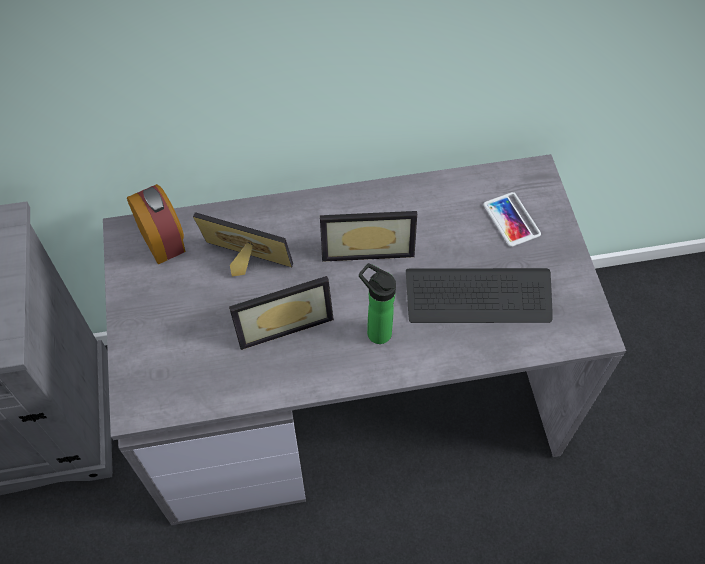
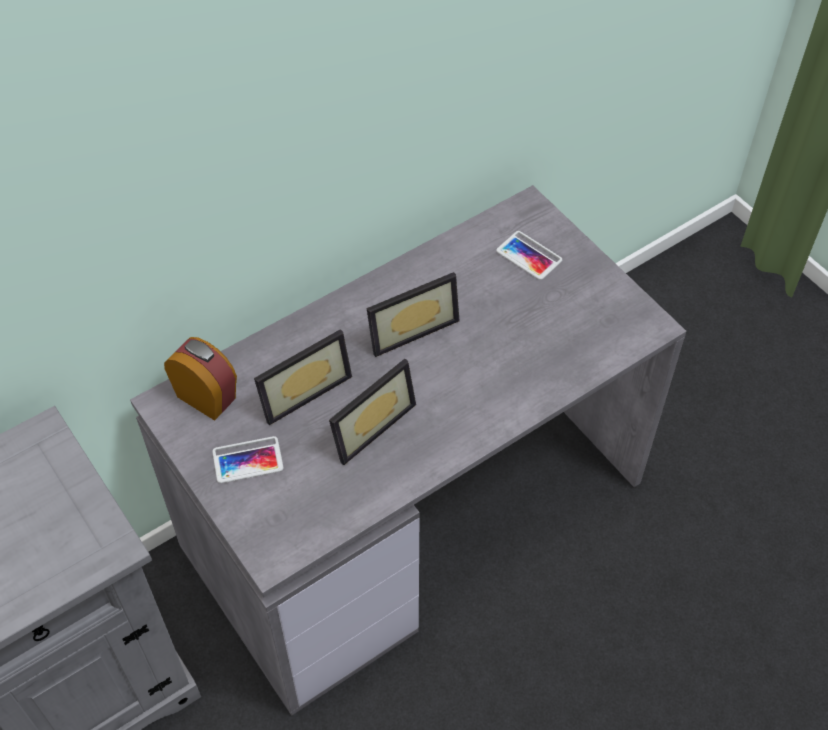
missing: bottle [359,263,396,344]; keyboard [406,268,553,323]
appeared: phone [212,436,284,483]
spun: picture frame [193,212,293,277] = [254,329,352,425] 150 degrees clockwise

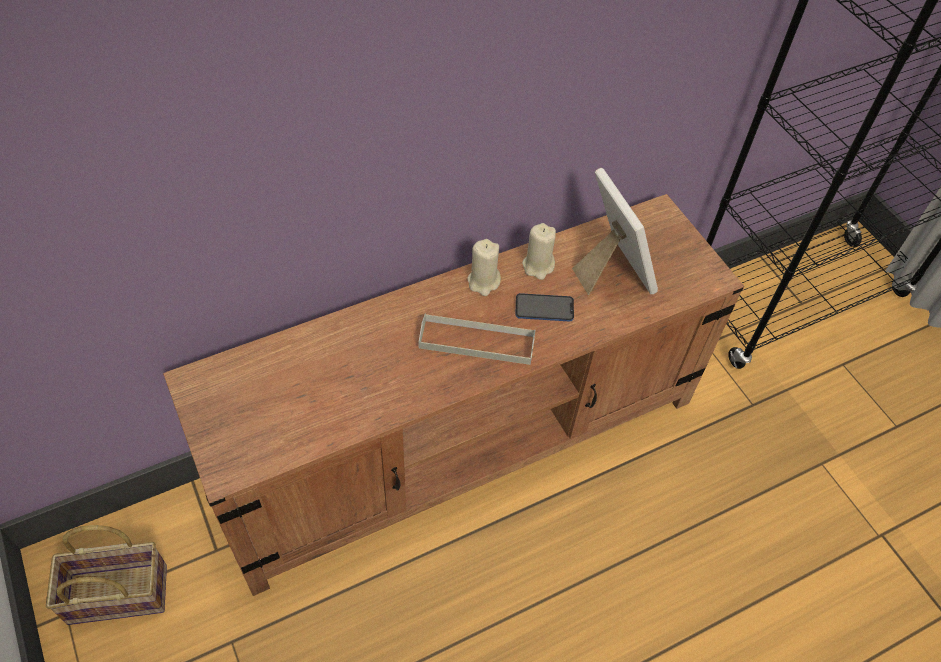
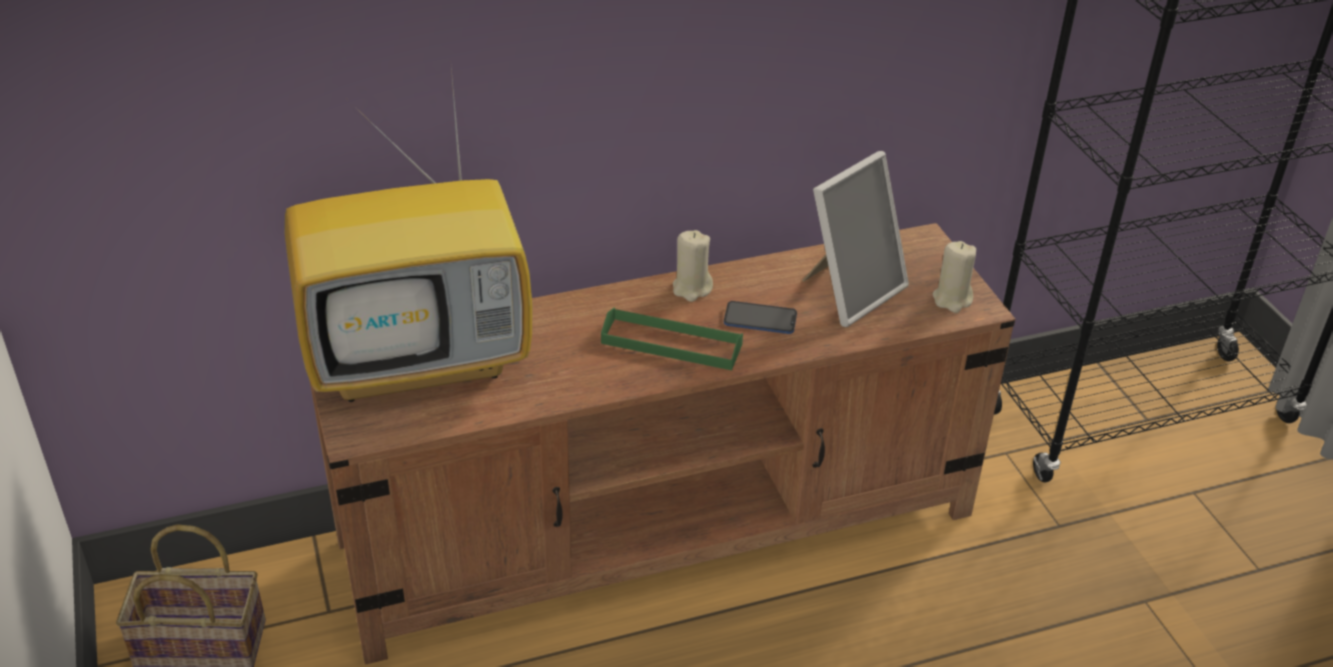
appeared: television [284,68,532,402]
relocated: candle in beige [522,223,556,280] to [933,241,976,313]
colour: tray in grey [419,313,535,365] to tray in green [601,308,743,370]
spun: picture frame [572,168,658,295] = [802,151,909,327] 60 degrees clockwise

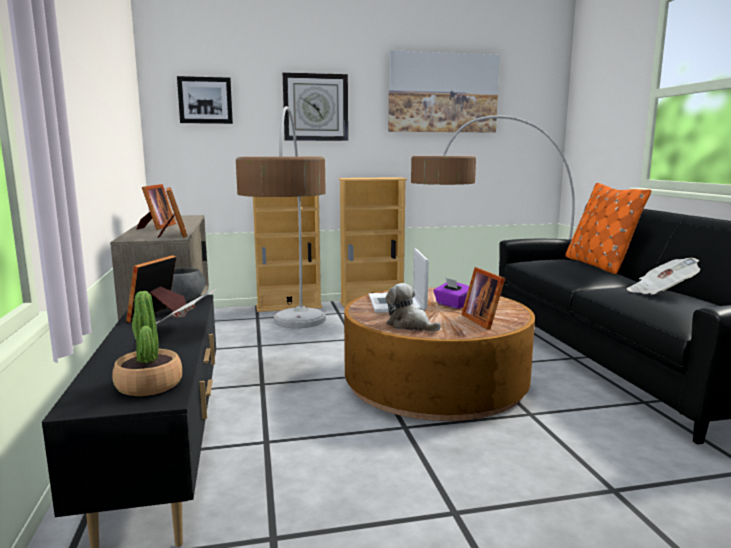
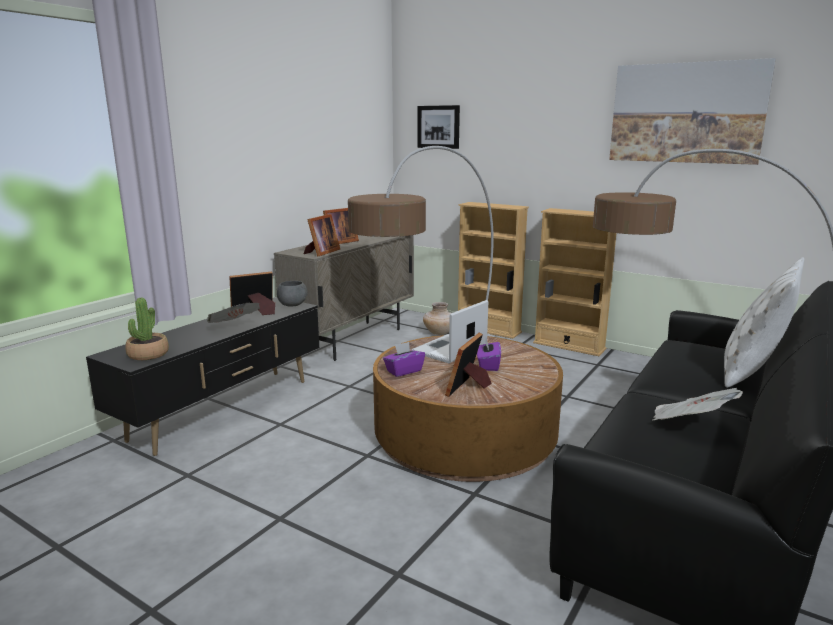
missing: wall clock [283,72,348,141]
appeared: vase in beige [423,302,451,335]
exchanged: plush toy [385,283,441,332] to tissue box in purple [383,342,425,377]
colour: pillow in orange [565,183,651,274] to pillow in white [724,257,804,388]

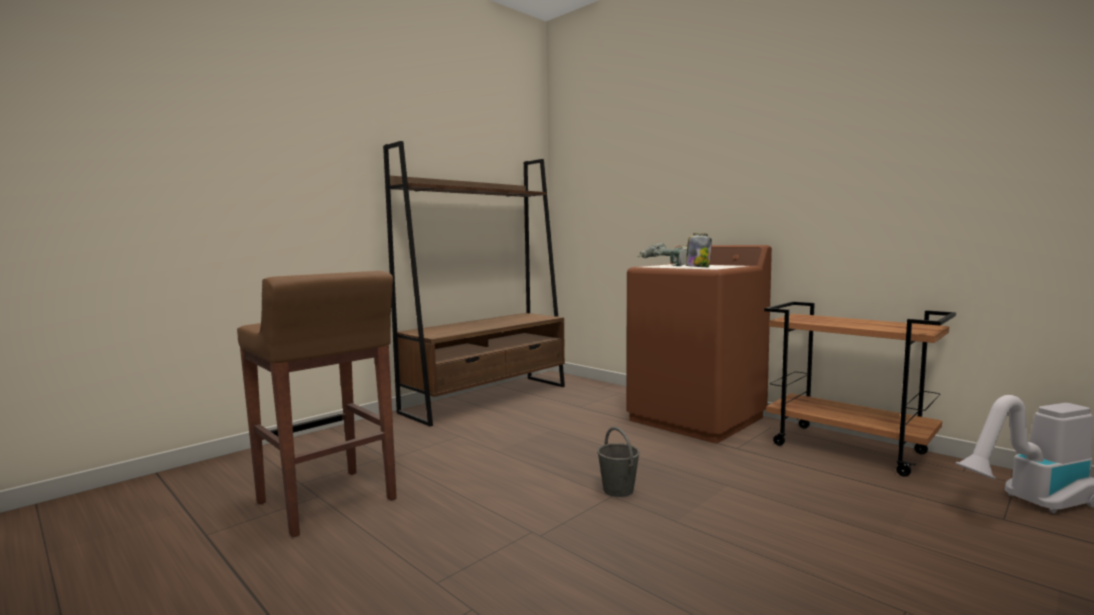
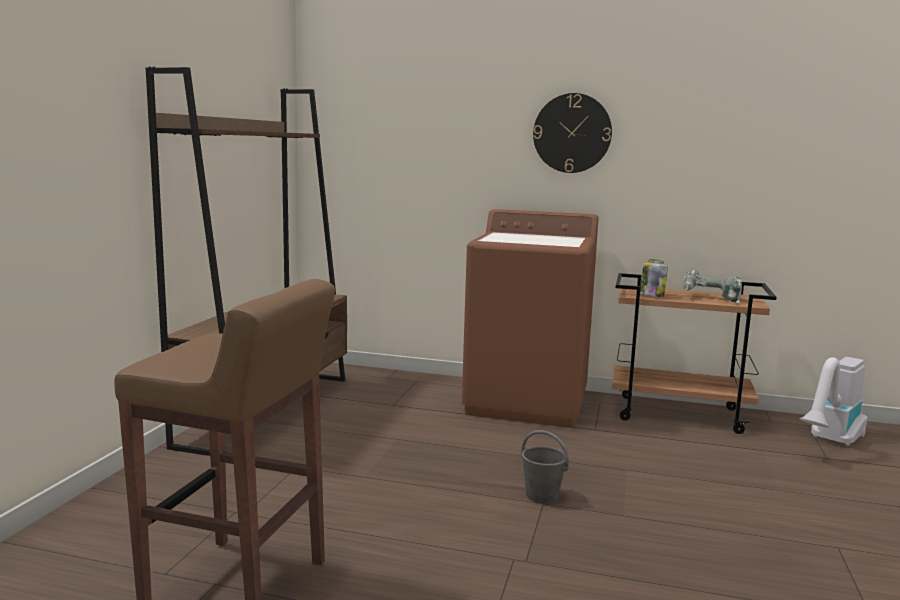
appeared: wall clock [533,93,612,173]
relocated: power drill [637,243,687,266] to [683,269,742,304]; jar [686,233,712,267] to [640,259,668,297]

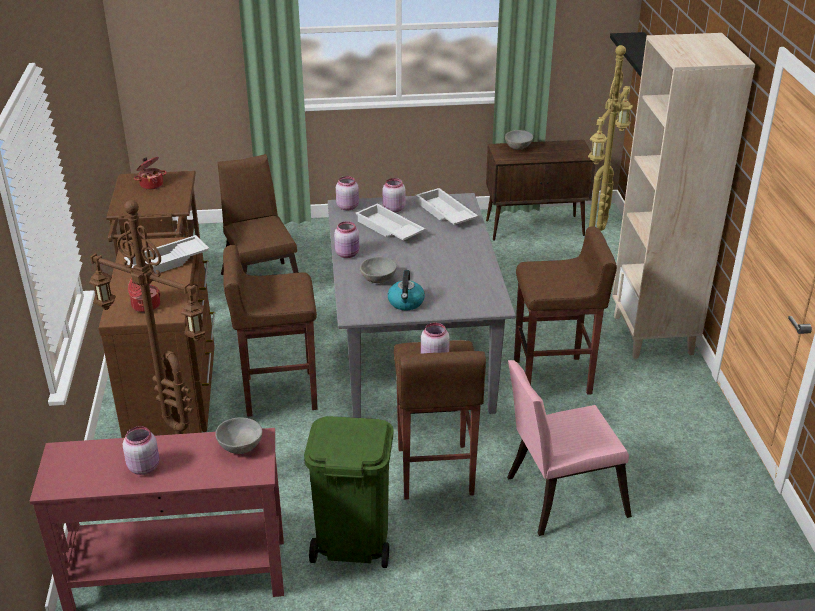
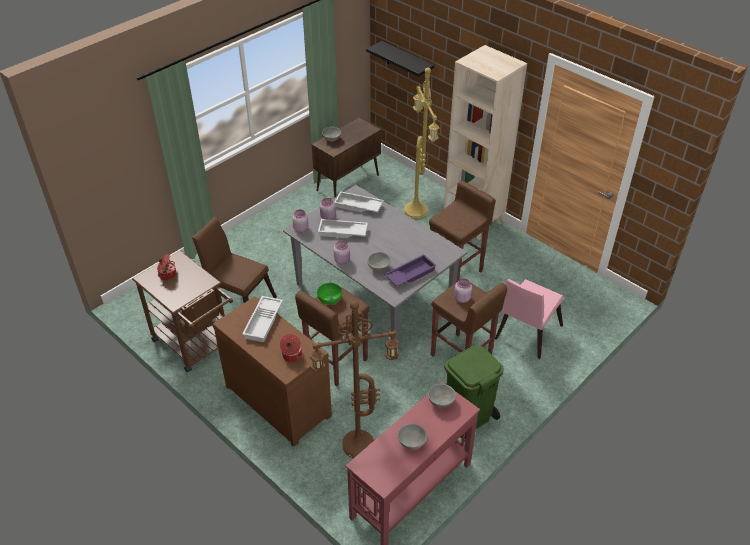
appeared: bowl in green [317,283,342,305]
exchanged: jar in pink [123,426,159,475] to bowl in grey [398,424,427,450]; kettle [388,270,425,310] to tray in purple [384,254,437,286]

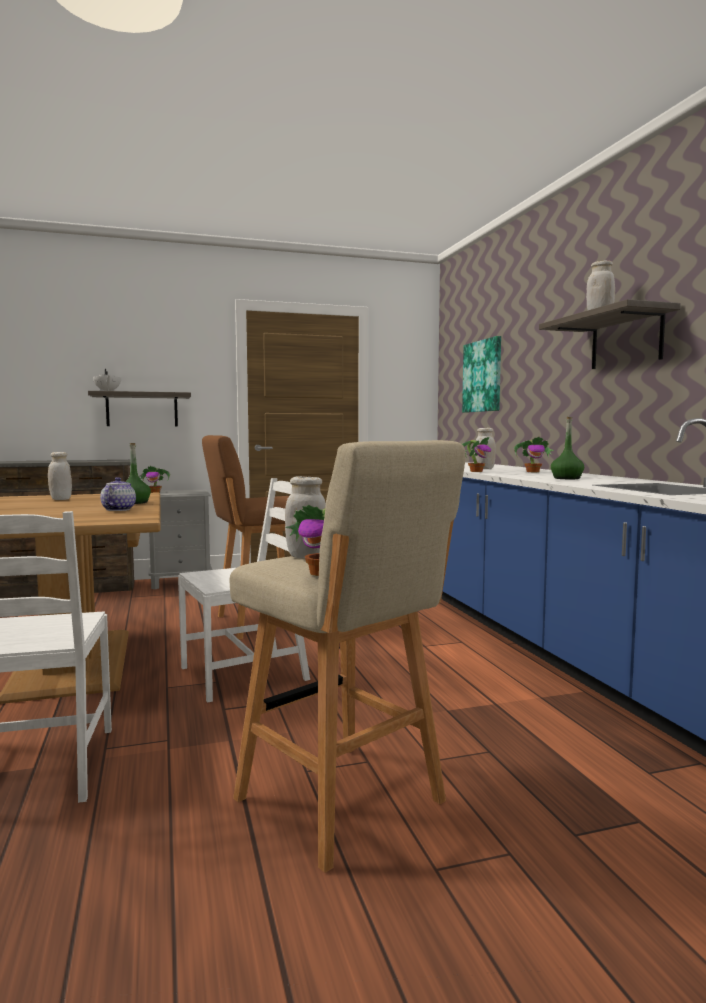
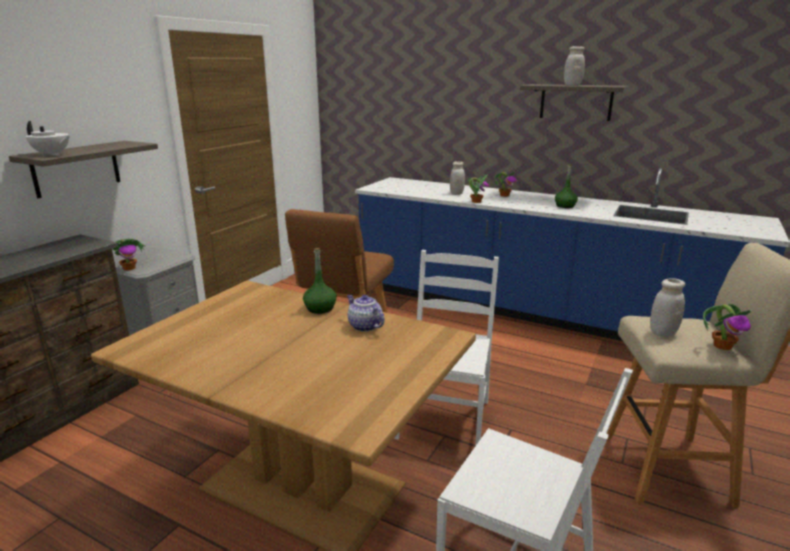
missing: jar in white [48,452,72,500]; picture [462,336,501,413]

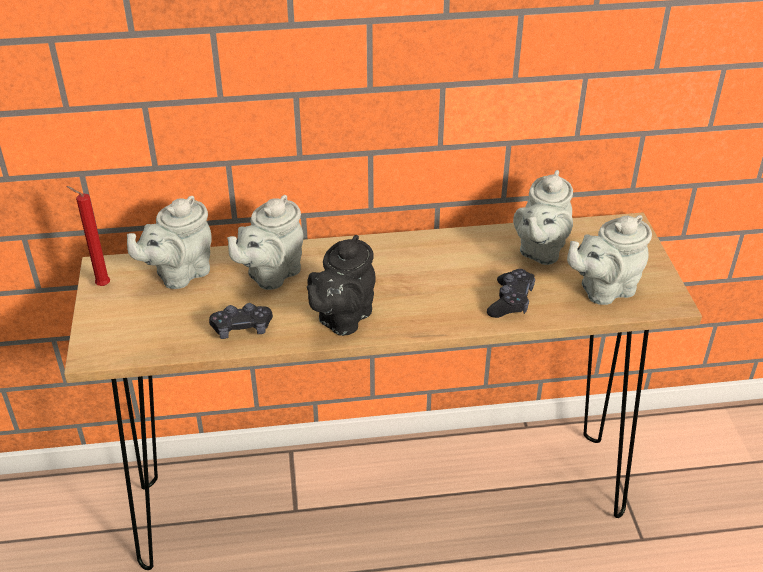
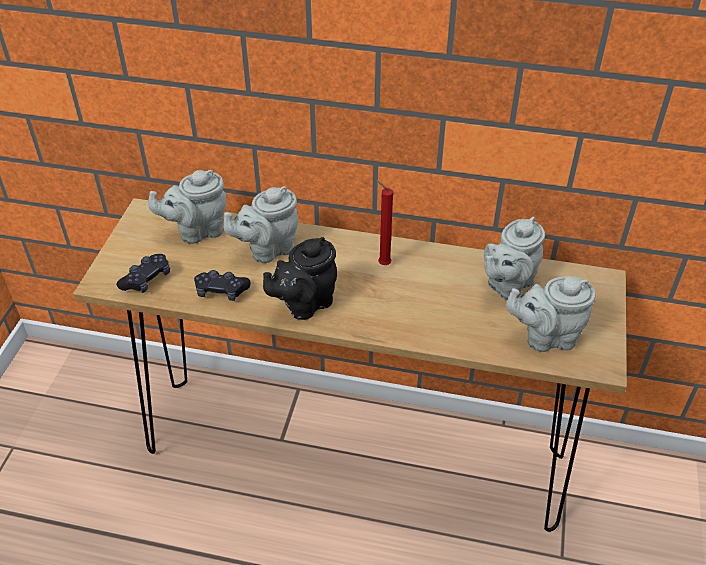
relocated: candle in red [66,186,110,286] to [376,180,393,265]; game controller in black [487,269,535,318] to [117,254,170,293]

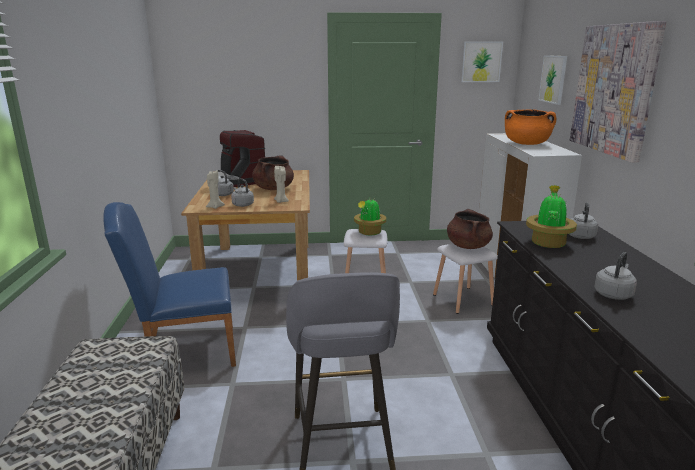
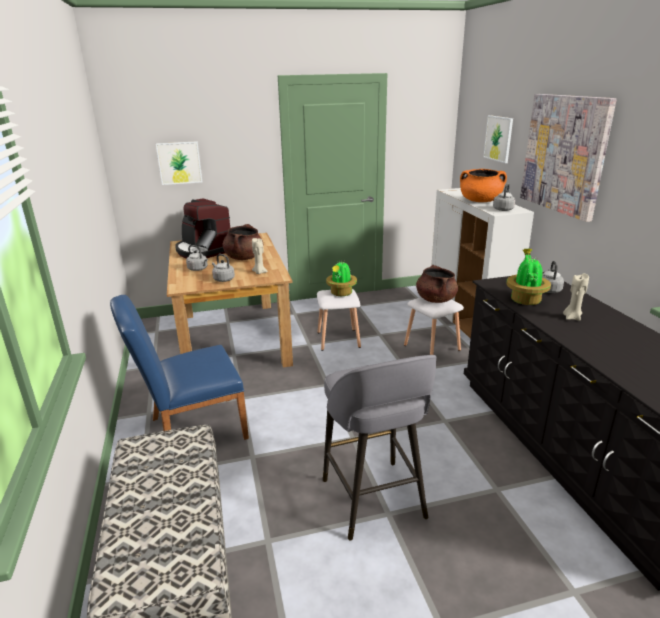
relocated: candle in beige [206,170,225,209] to [563,273,589,321]; picture [461,42,503,82] to [156,141,202,185]; kettle in grey [594,252,637,300] to [493,184,515,211]

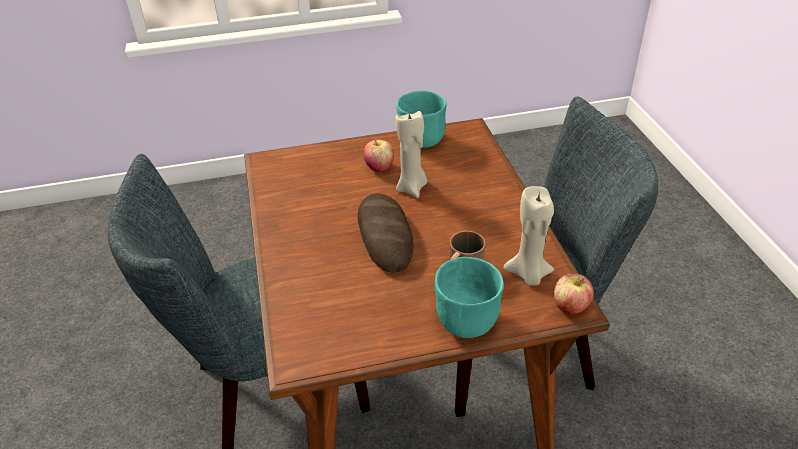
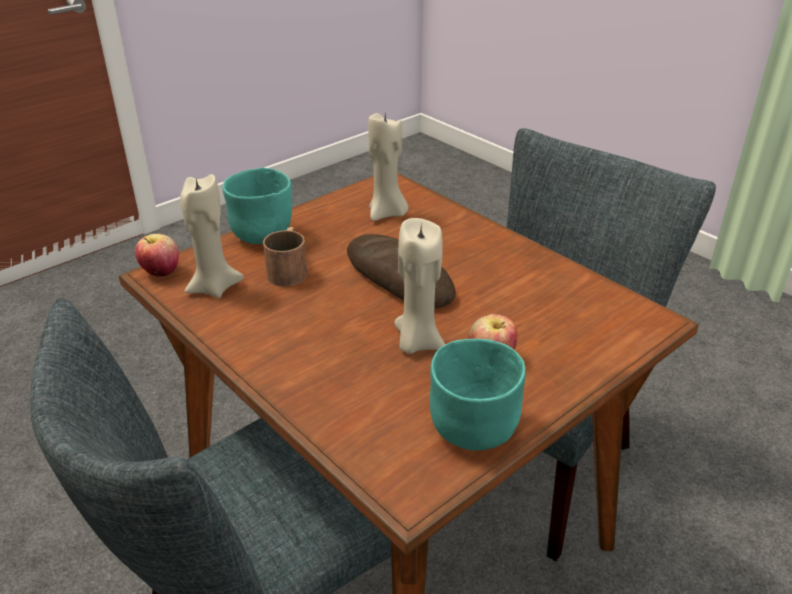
appeared: candle in beige [368,113,408,221]

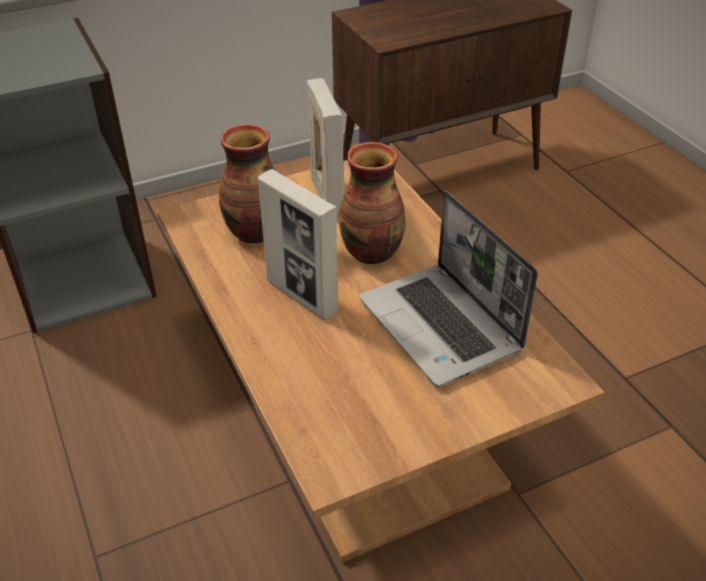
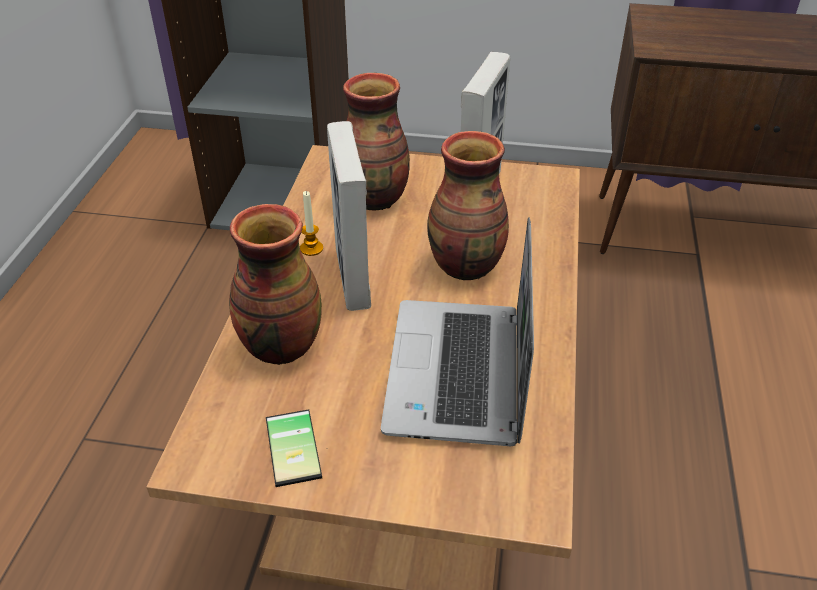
appeared: vase [229,204,322,365]; phone [266,409,322,487]; candle [300,191,323,256]

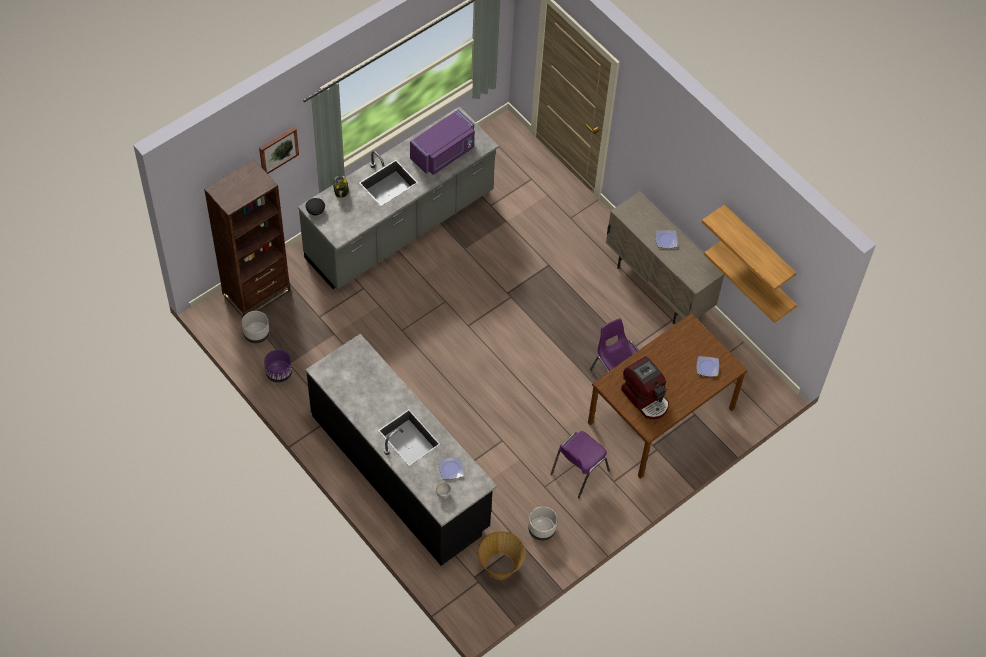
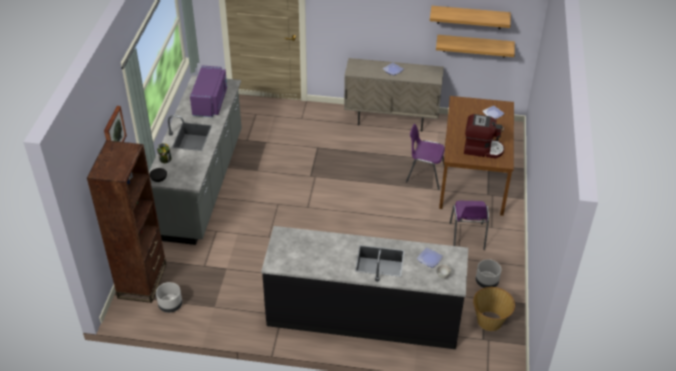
missing: planter in purple [264,350,292,383]

